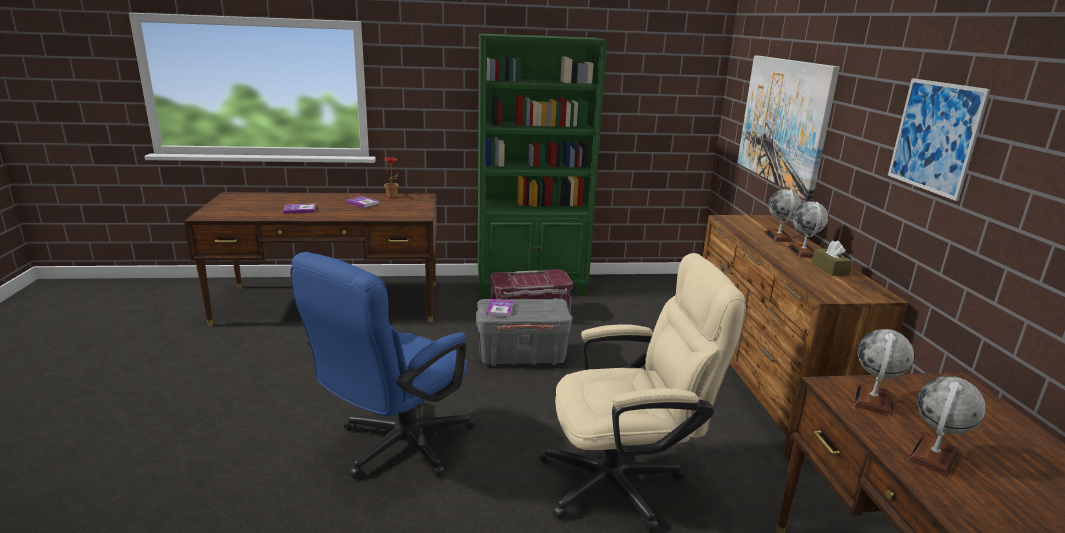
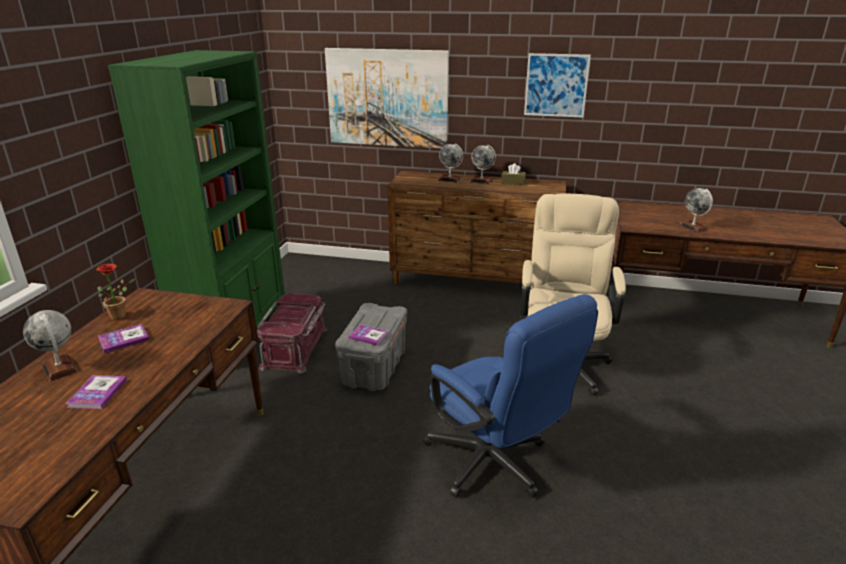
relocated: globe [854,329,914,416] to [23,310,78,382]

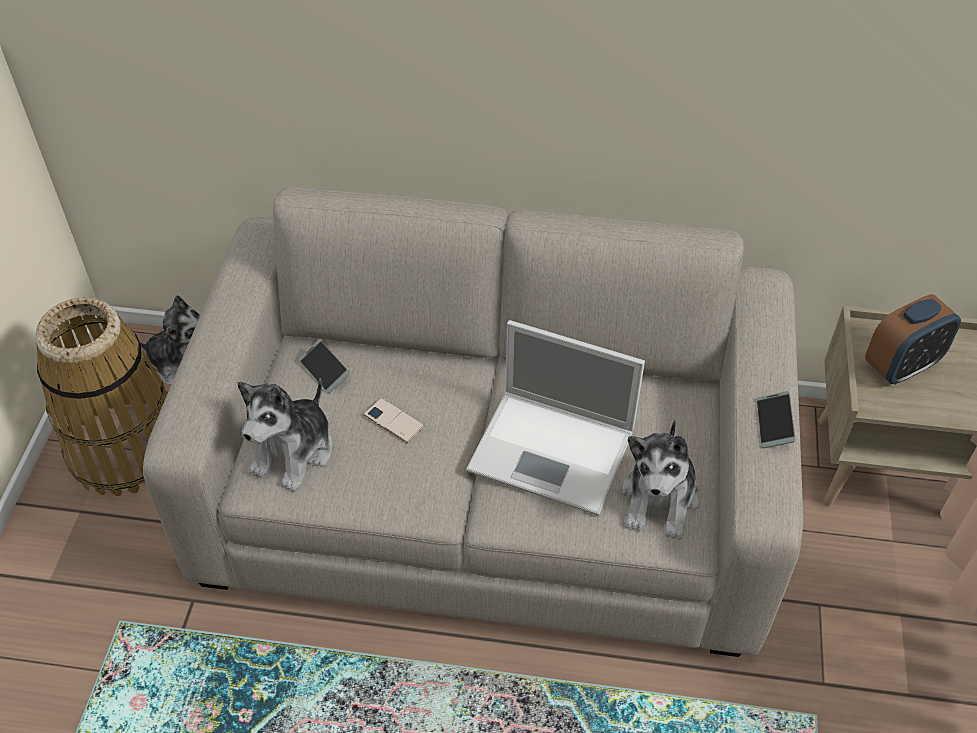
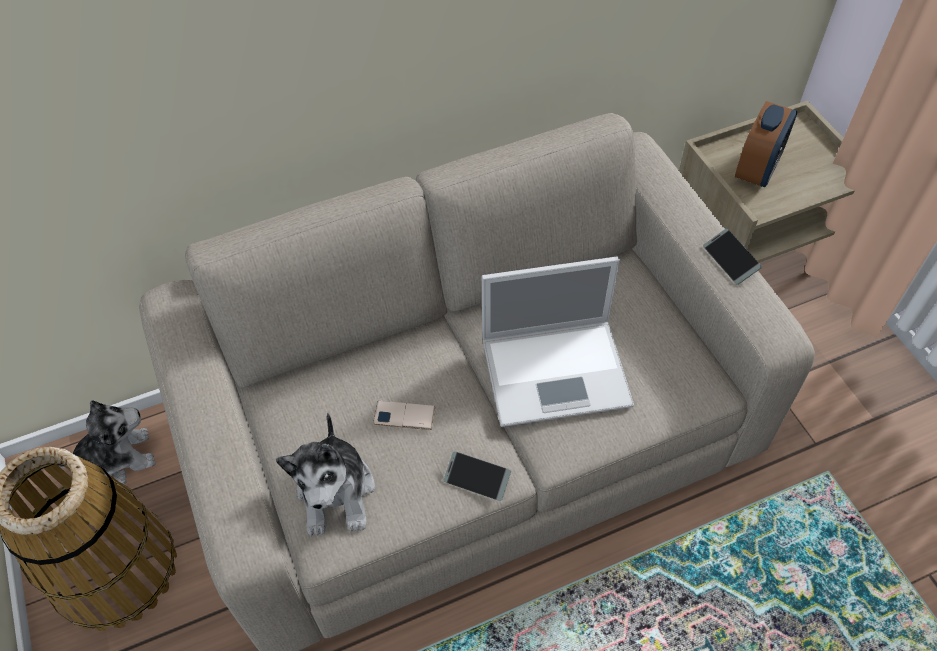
missing: plush toy [621,420,700,540]
relocated: phone [299,340,350,393] to [443,451,511,501]

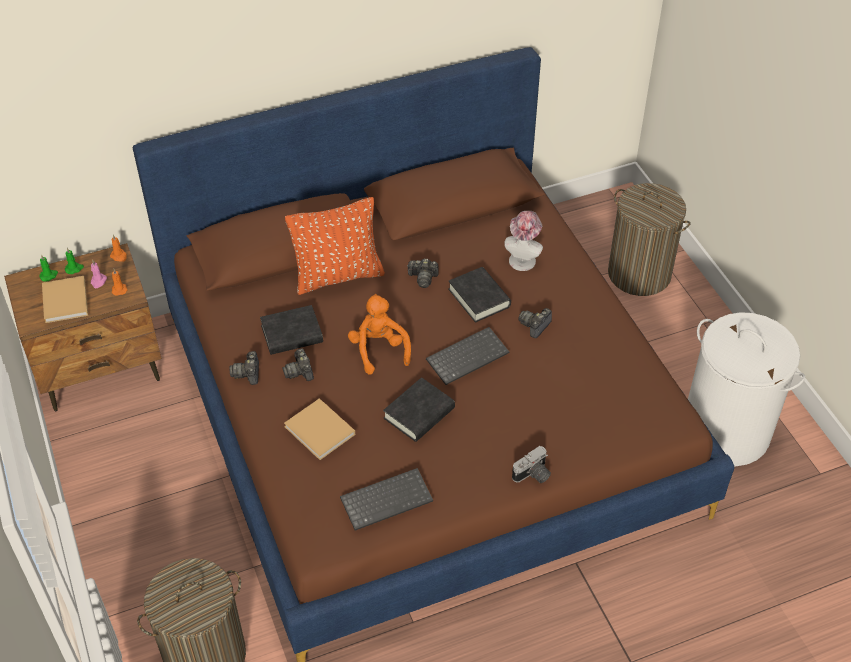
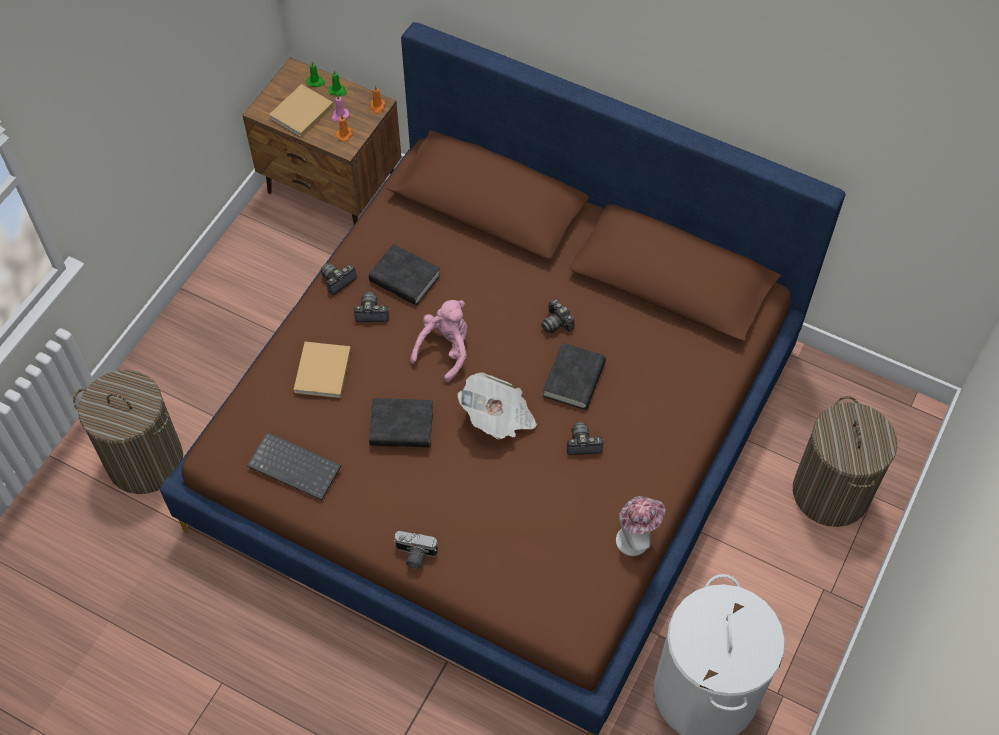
missing: pillow in orange [285,197,385,295]
relocated: hat [504,211,543,271] to [616,496,666,556]
exchanged: keyboard [426,327,509,385] to newspaper [458,372,537,440]
colour: plush toy in orange [348,294,411,375] to plush toy in pink [410,300,468,382]
spun: photo camera [282,348,314,381] = [354,292,389,322] 60 degrees clockwise

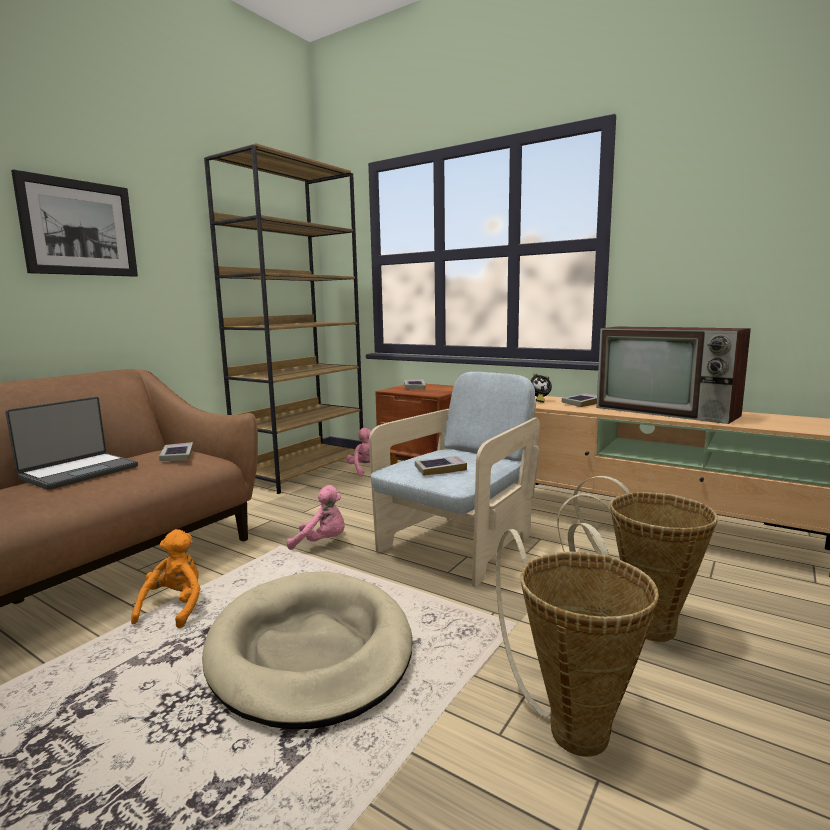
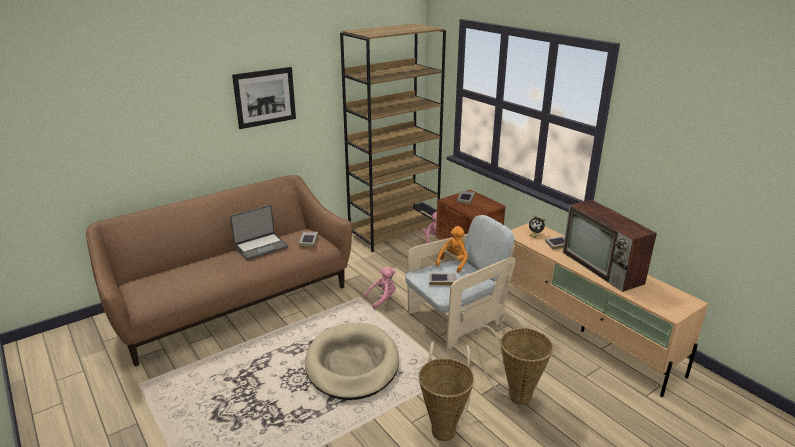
relocated: plush toy in orange [131,529,201,628] to [436,226,468,273]
spun: plush toy in pink [287,485,345,550] = [363,267,396,309] 60 degrees counterclockwise

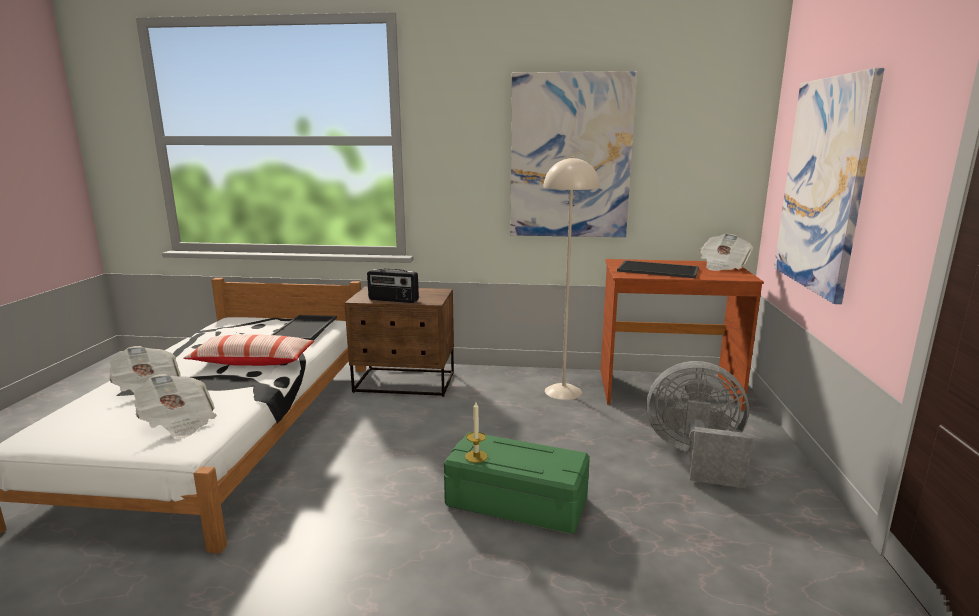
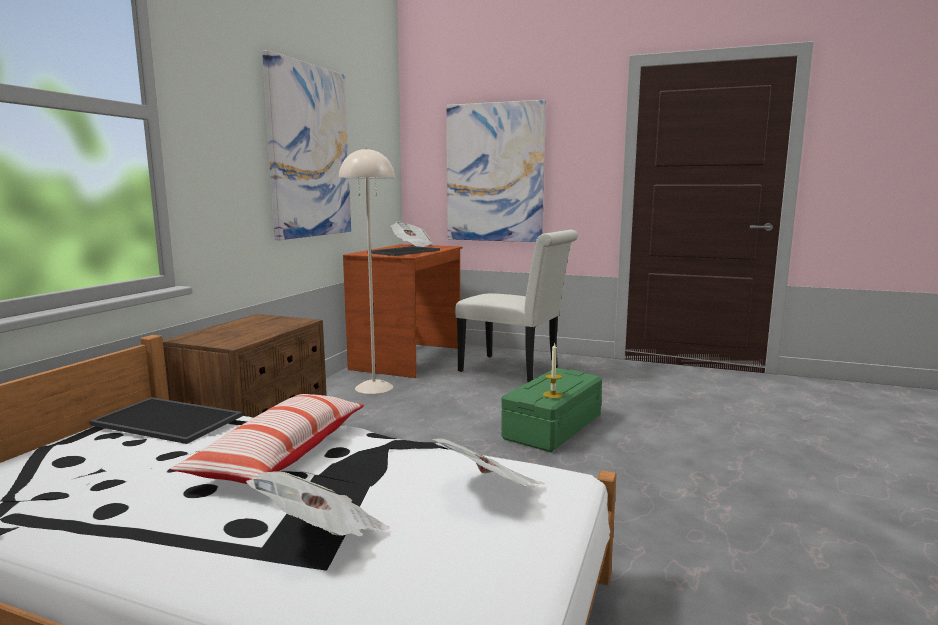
missing: radio [367,268,419,303]
exchanged: fan in grey [646,361,753,489] to chair in white [455,230,578,382]

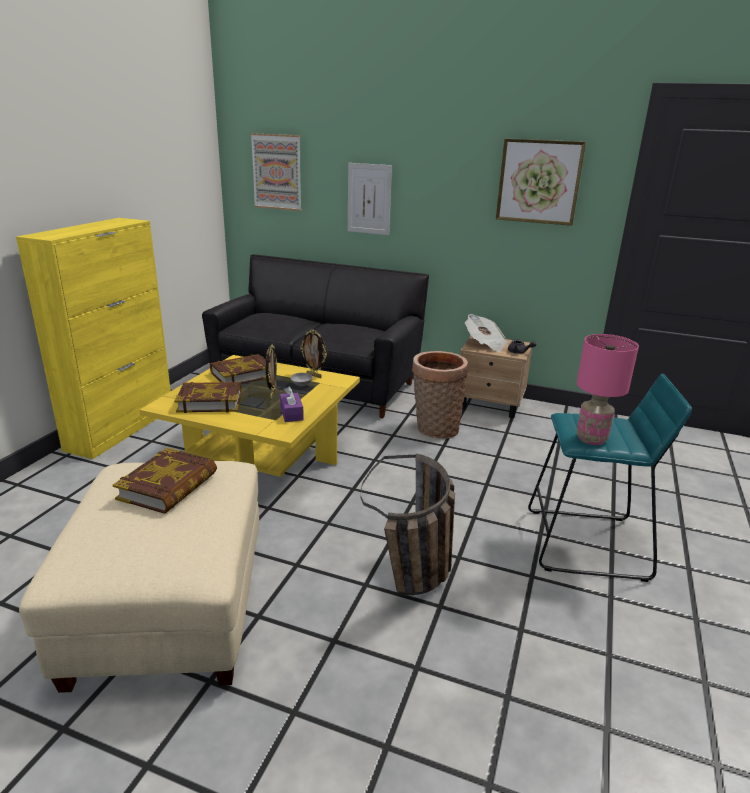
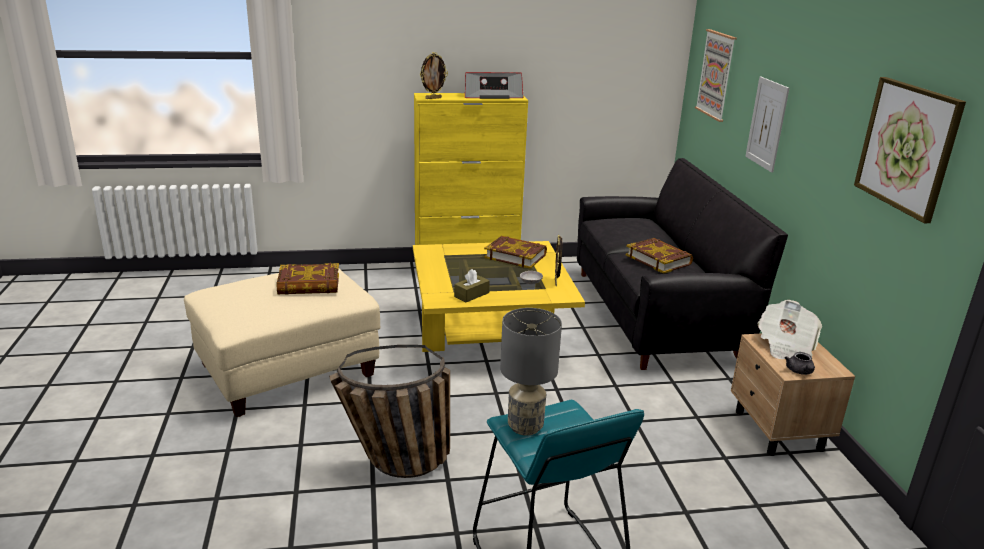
missing: basket [412,351,468,439]
appeared: radio [465,72,523,99]
relocated: book [174,382,242,413] to [626,238,693,274]; picture frame [266,344,277,399] to [420,52,448,99]
colour: tissue box in purple [280,387,304,422] to tissue box in brown [454,269,490,302]; table lamp in pink [576,334,639,445] to table lamp in grey [500,308,562,436]

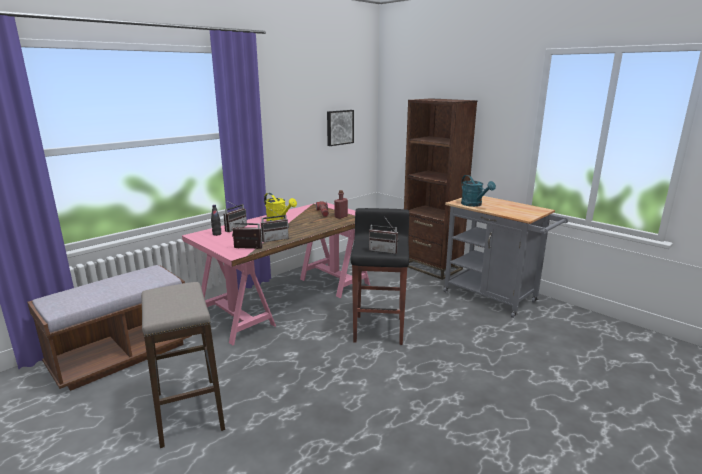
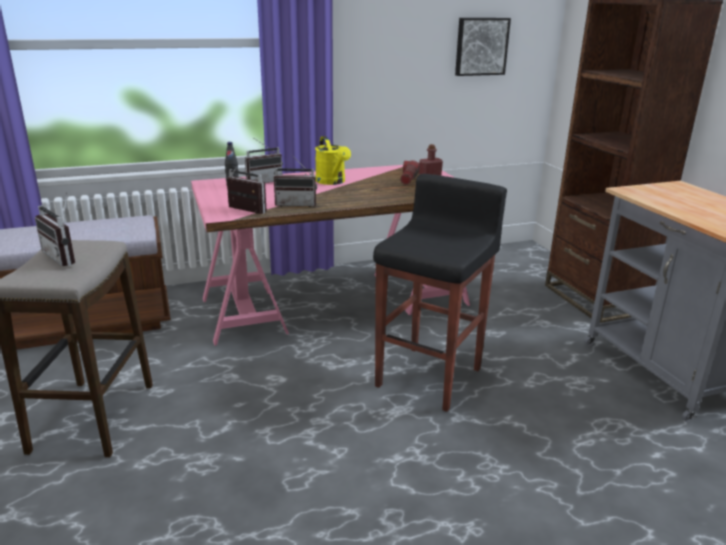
missing: watering can in turquoise [461,175,496,207]
relocated: radio [369,218,399,254] to [35,193,75,266]

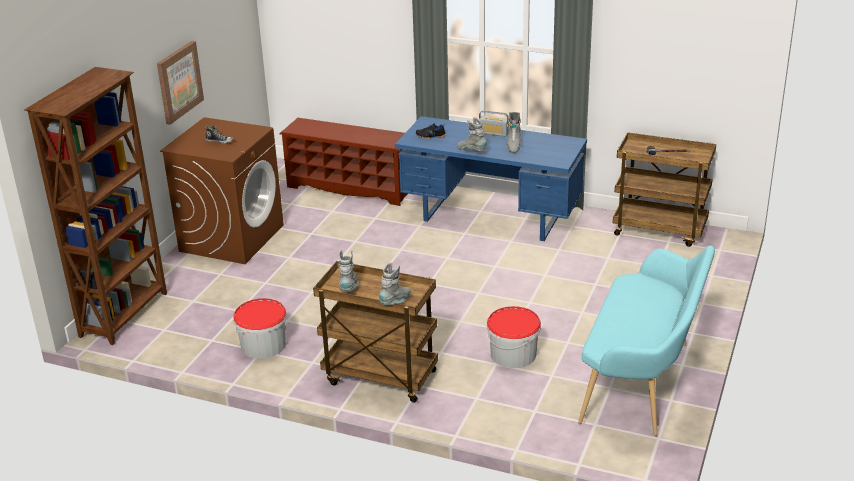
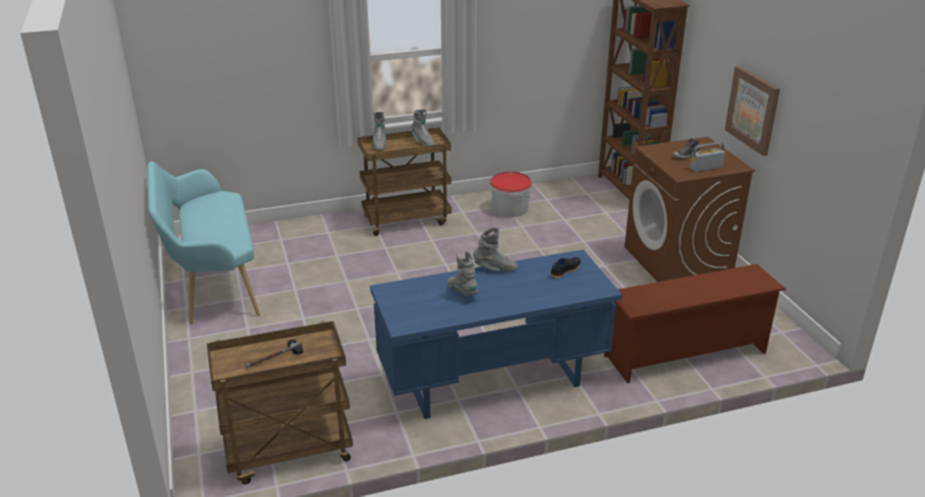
missing: bucket [487,306,541,368]
relocated: radio [479,111,509,137] to [690,142,725,172]

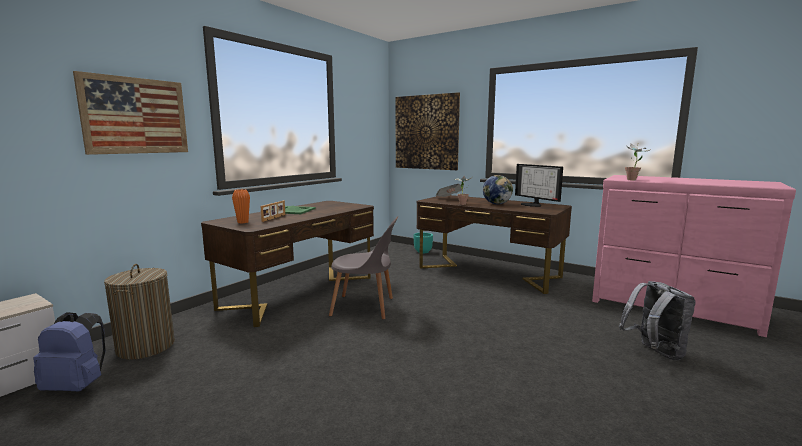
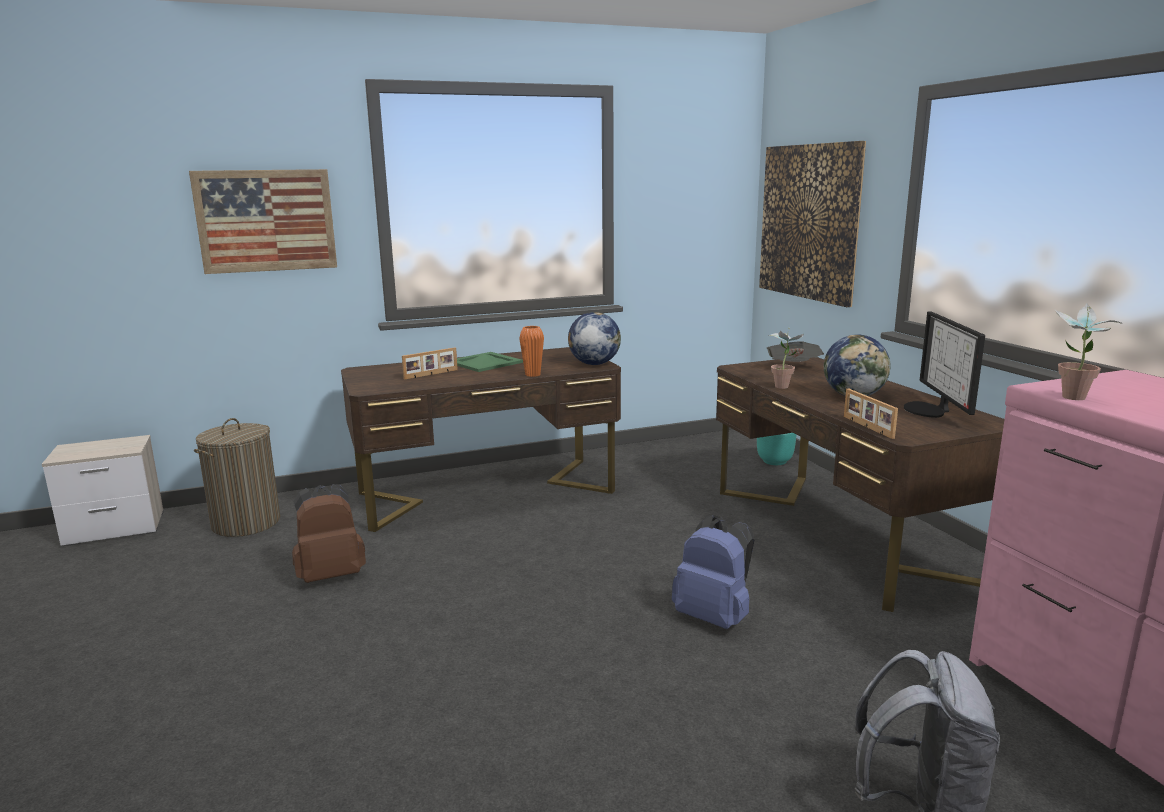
missing: chair in grey [329,216,398,320]
appeared: backpack in brown [292,484,366,583]; globe [568,312,621,365]; picture frame [844,389,898,439]
relocated: backpack in blue [33,312,106,392] to [672,515,754,629]; vase in orange [232,189,250,223] to [519,326,544,377]

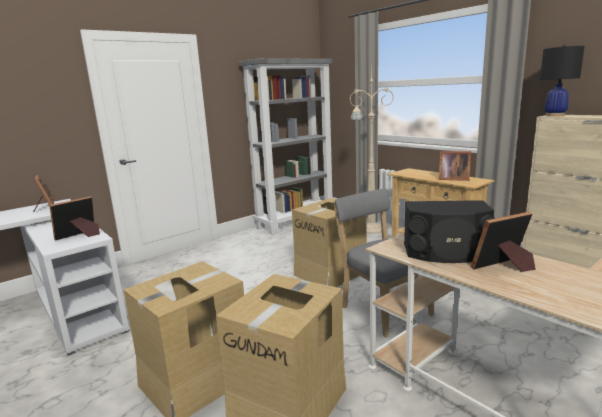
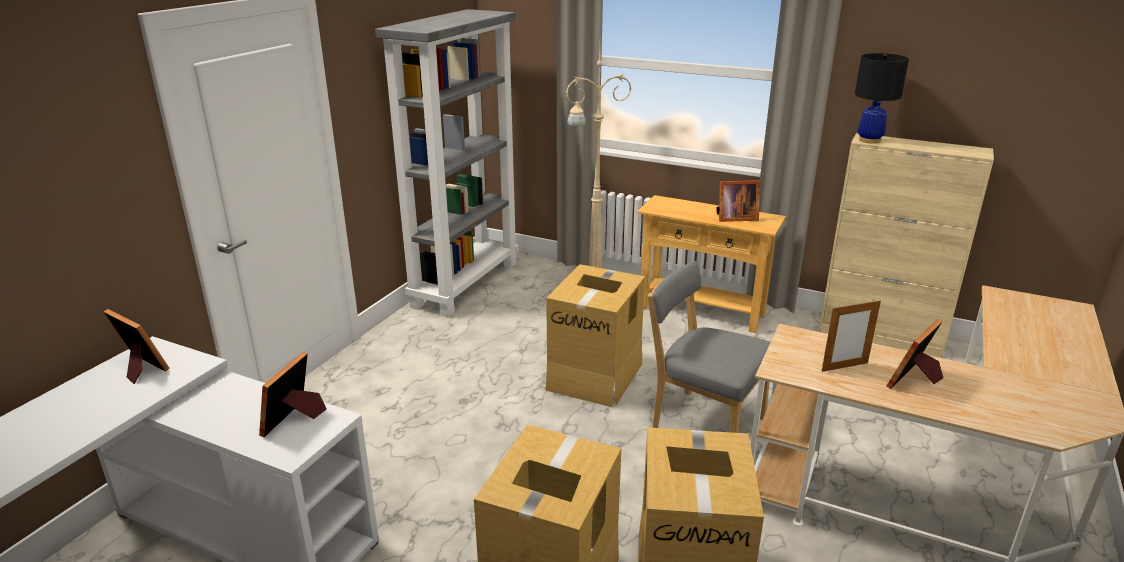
exchanged: speaker in black [404,200,495,263] to picture frame [822,299,881,372]

